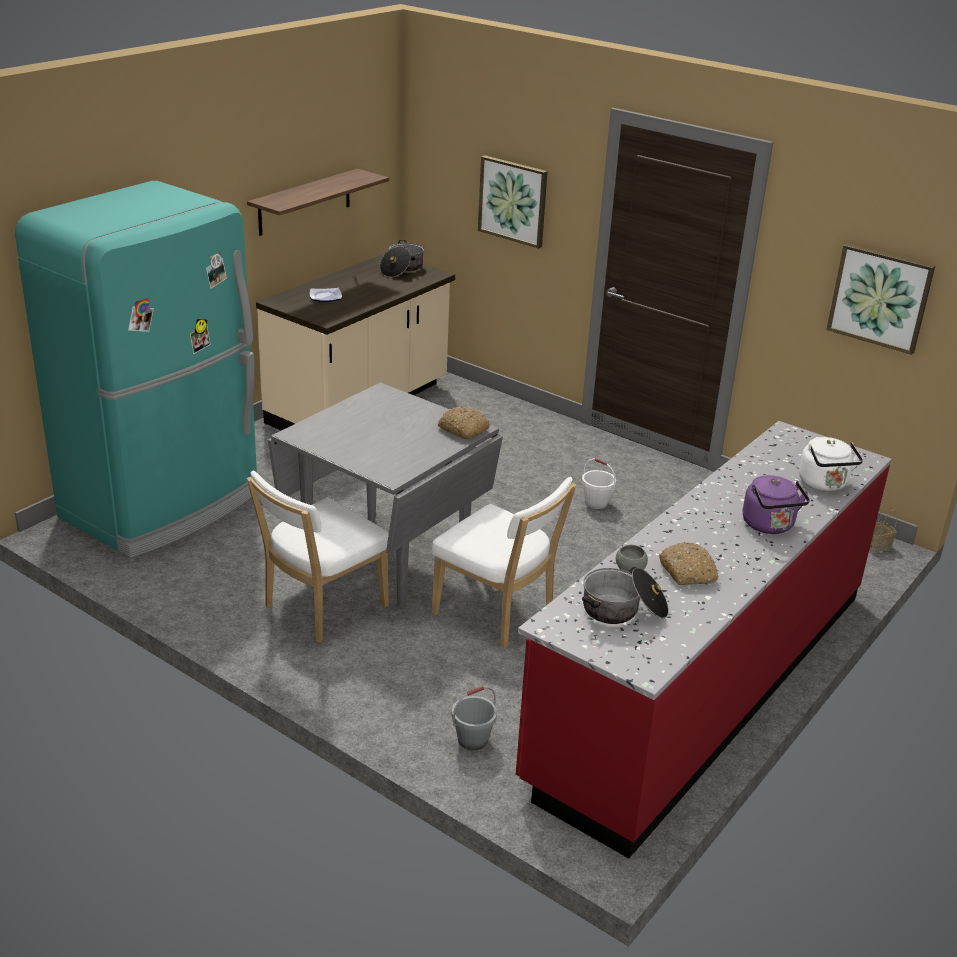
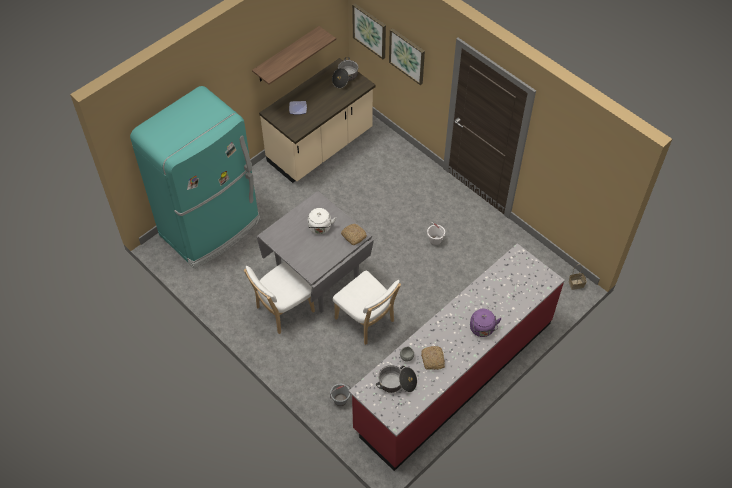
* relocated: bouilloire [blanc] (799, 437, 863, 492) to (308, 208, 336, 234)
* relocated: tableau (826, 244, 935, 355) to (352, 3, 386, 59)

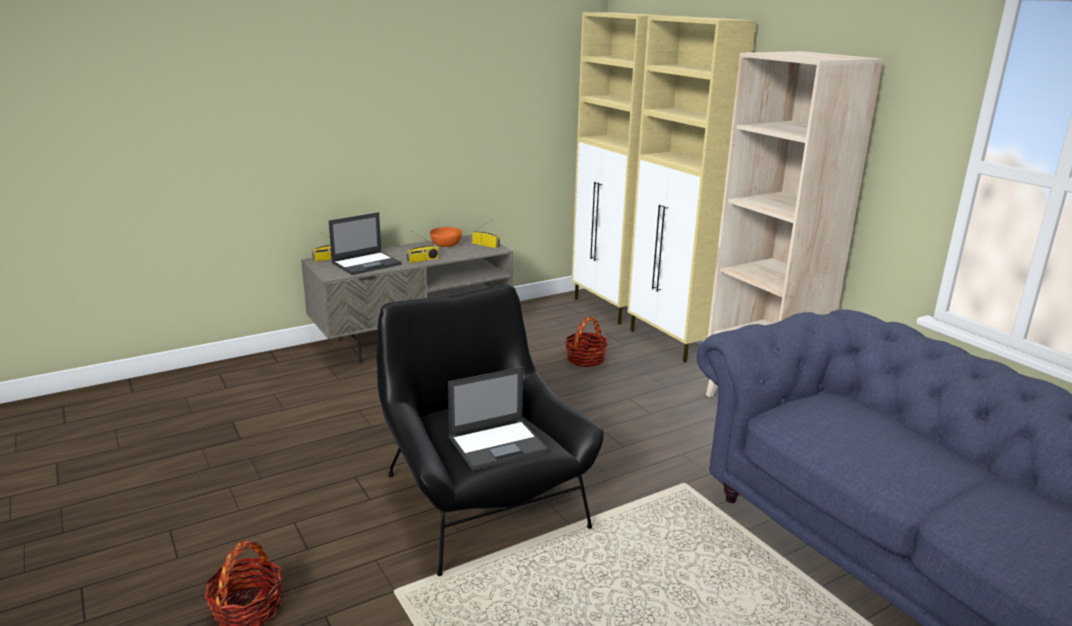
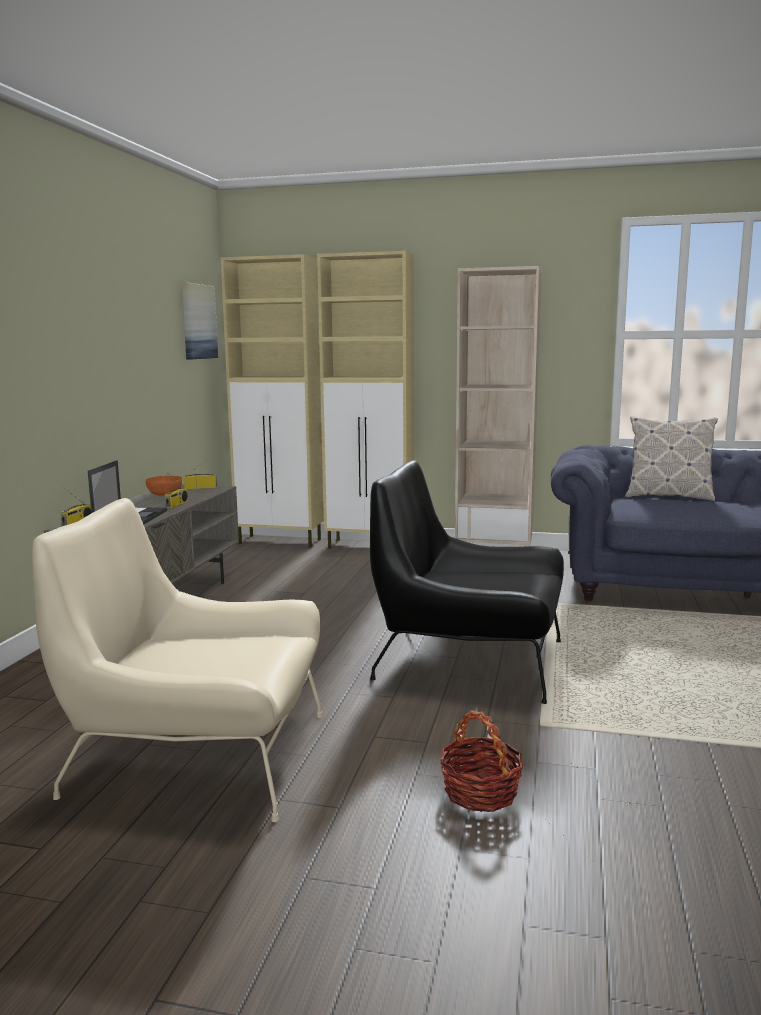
* appeared: fauteuil [beige] (32, 498, 323, 822)
* appeared: tableau (182, 282, 218, 360)
* appeared: coussin (625, 416, 718, 501)
* missing: ordinateur portable (448, 367, 549, 471)
* missing: panier (565, 317, 608, 367)

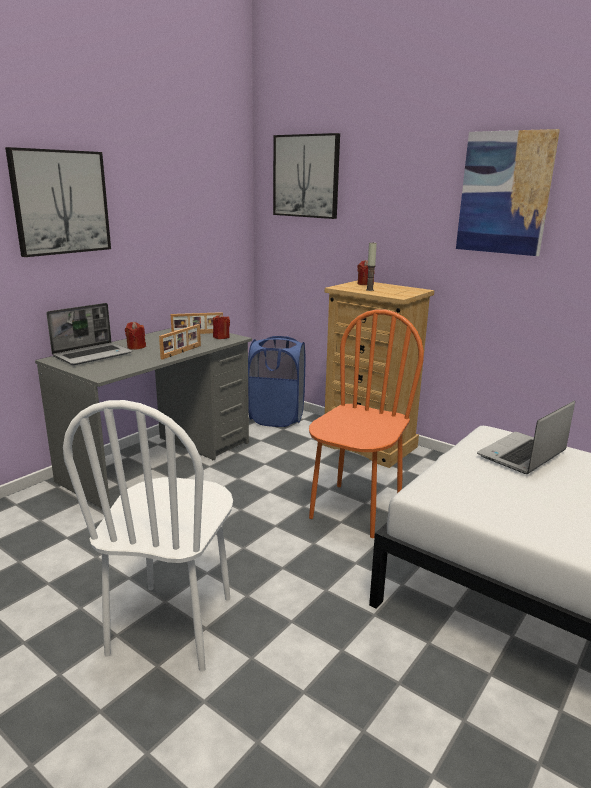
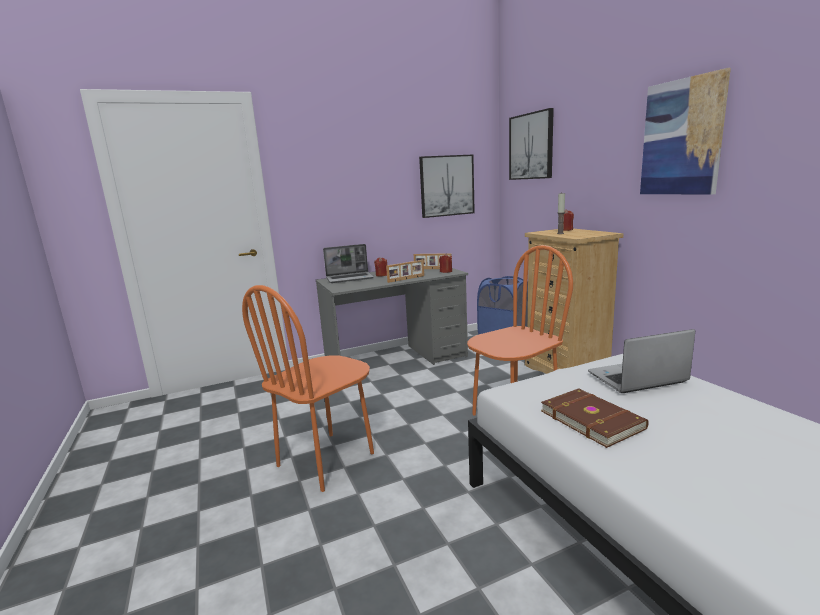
* colour: chaise [blanc] (63, 400, 233, 672) to chaise [orange] (242, 285, 374, 492)
* relocated: tableau (5, 147, 111, 257) to (419, 155, 475, 218)
* appeared: livre [marron] (541, 388, 649, 448)

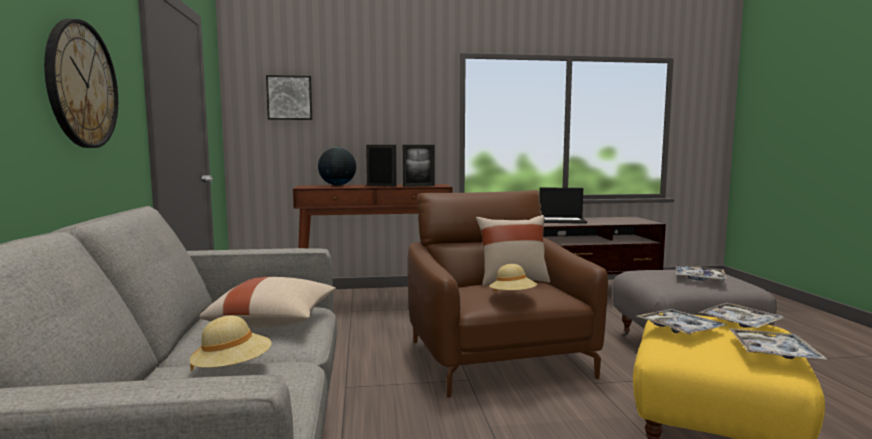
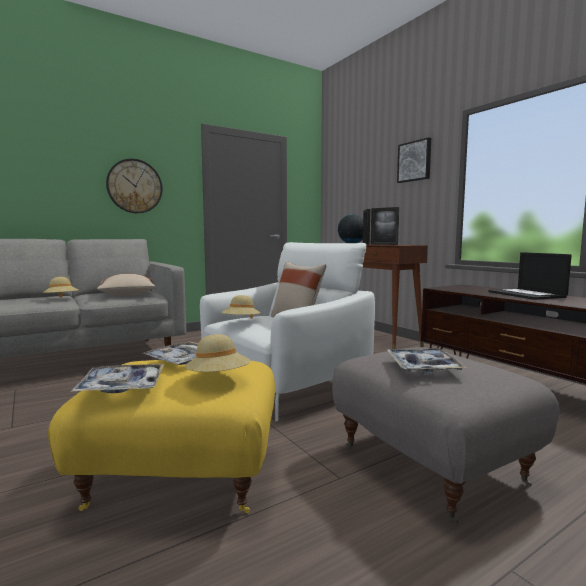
* exchanged: plateau (699, 303, 783, 328) to chapeau [beige] (185, 334, 250, 372)
* colour: fauteuil [marron] (407, 190, 608, 398) to fauteuil [blanc] (200, 242, 375, 421)
* relocated: tableau (266, 75, 312, 120) to (397, 137, 431, 183)

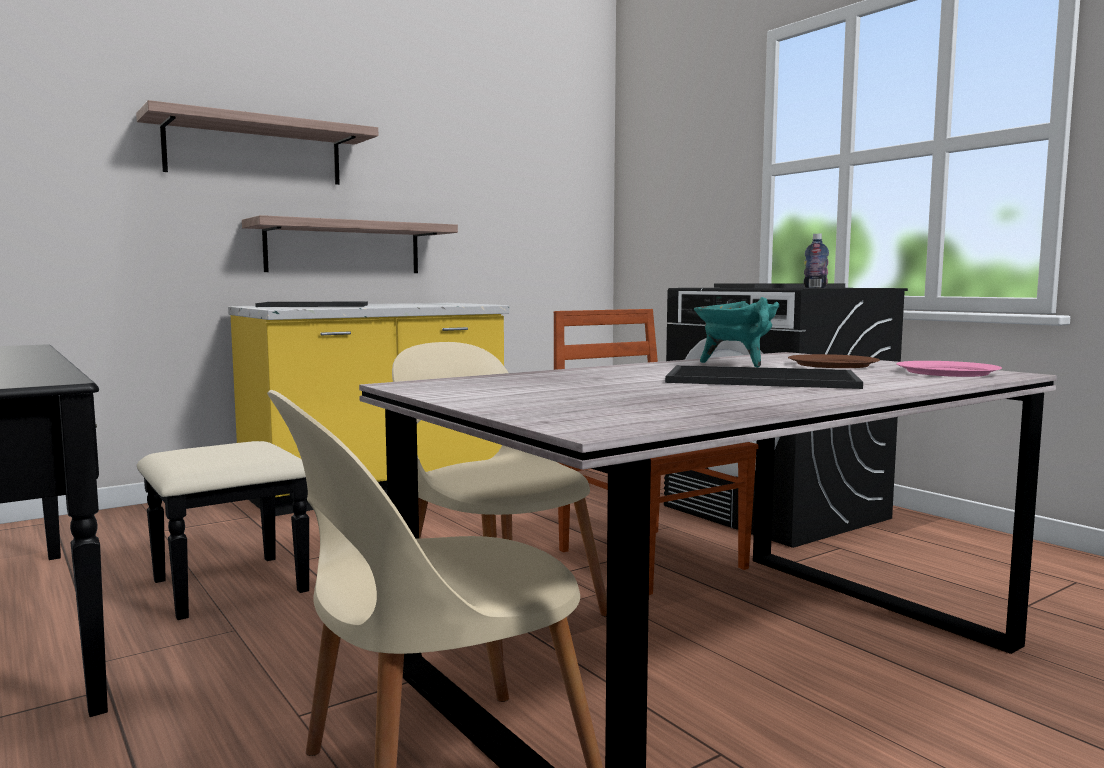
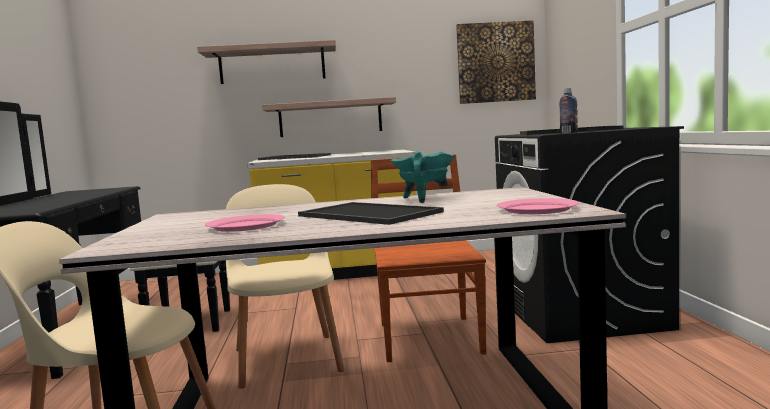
* appeared: assiette [rose] (205, 214, 285, 232)
* appeared: tableau (456, 20, 536, 104)
* missing: assiette [marron] (788, 354, 880, 368)

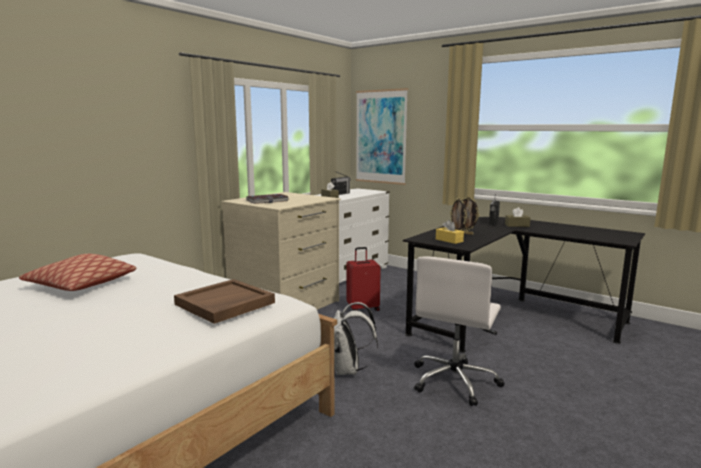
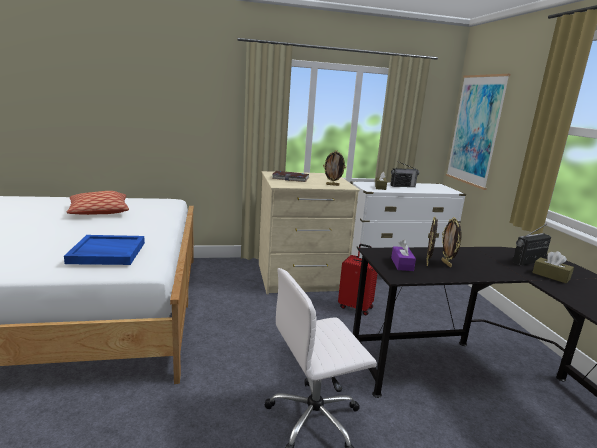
* colour: plateau [marron] (174, 279, 275, 324) to plateau [bleu] (64, 235, 145, 265)
* appeared: cadre photo (323, 151, 346, 186)
* colour: boîte à mouchoirs [jaune] (436, 220, 464, 244) to boîte à mouchoirs [violet] (391, 240, 416, 271)
* missing: sac à dos [blanc] (334, 302, 378, 375)

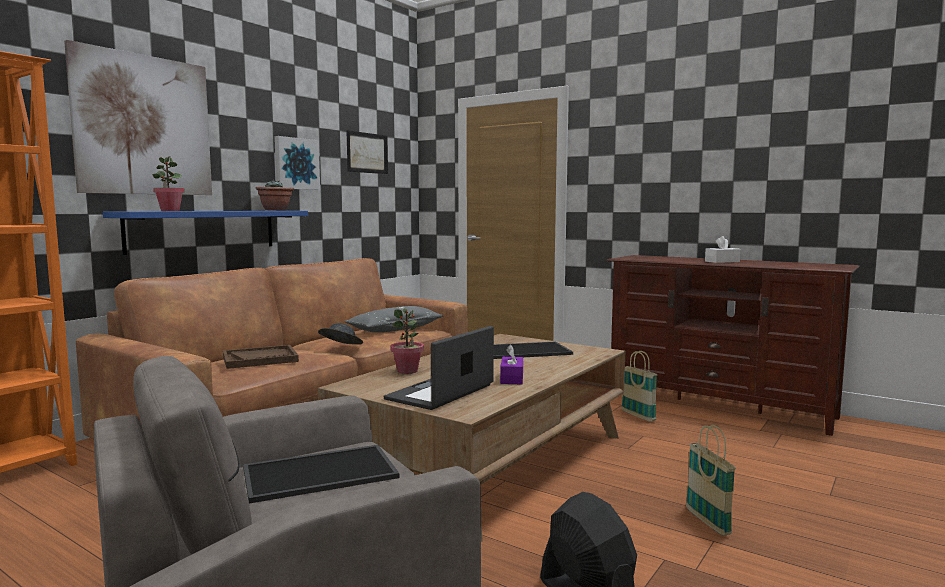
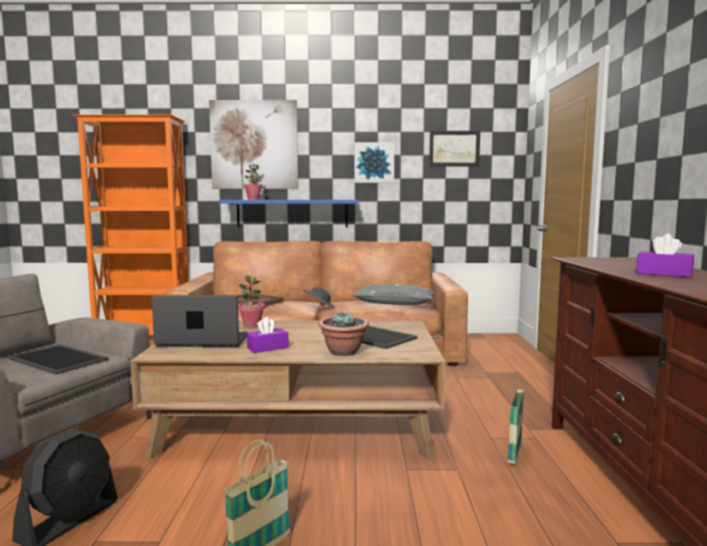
* relocated: plante en pot (256, 180, 294, 211) to (319, 312, 369, 356)
* colour: boîte à mouchoirs [blanc] (705, 236, 741, 263) to boîte à mouchoirs [violet] (636, 234, 694, 277)

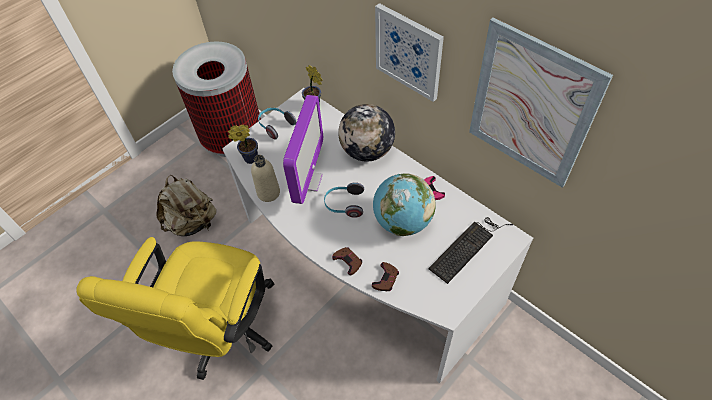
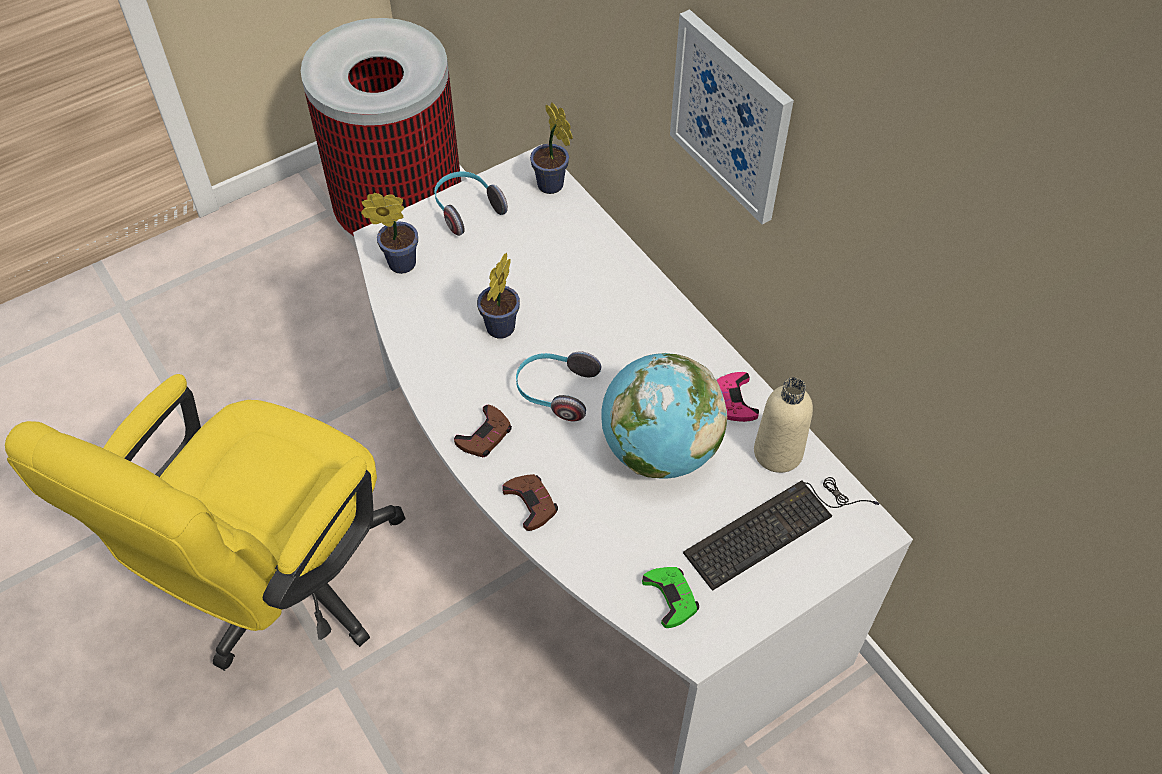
* relocated: manette [marron] (372, 262, 399, 291) to (454, 405, 512, 457)
* exchanged: écran d'ordinateur (283, 95, 323, 204) to plante en pot (477, 253, 520, 339)
* appeared: manette [vert] (642, 567, 699, 628)
* relocated: bouteille [beige] (251, 155, 280, 202) to (754, 378, 813, 473)
* missing: sac à dos [beige] (157, 175, 216, 236)
* missing: globe (338, 104, 395, 161)
* missing: tableau (469, 17, 613, 188)

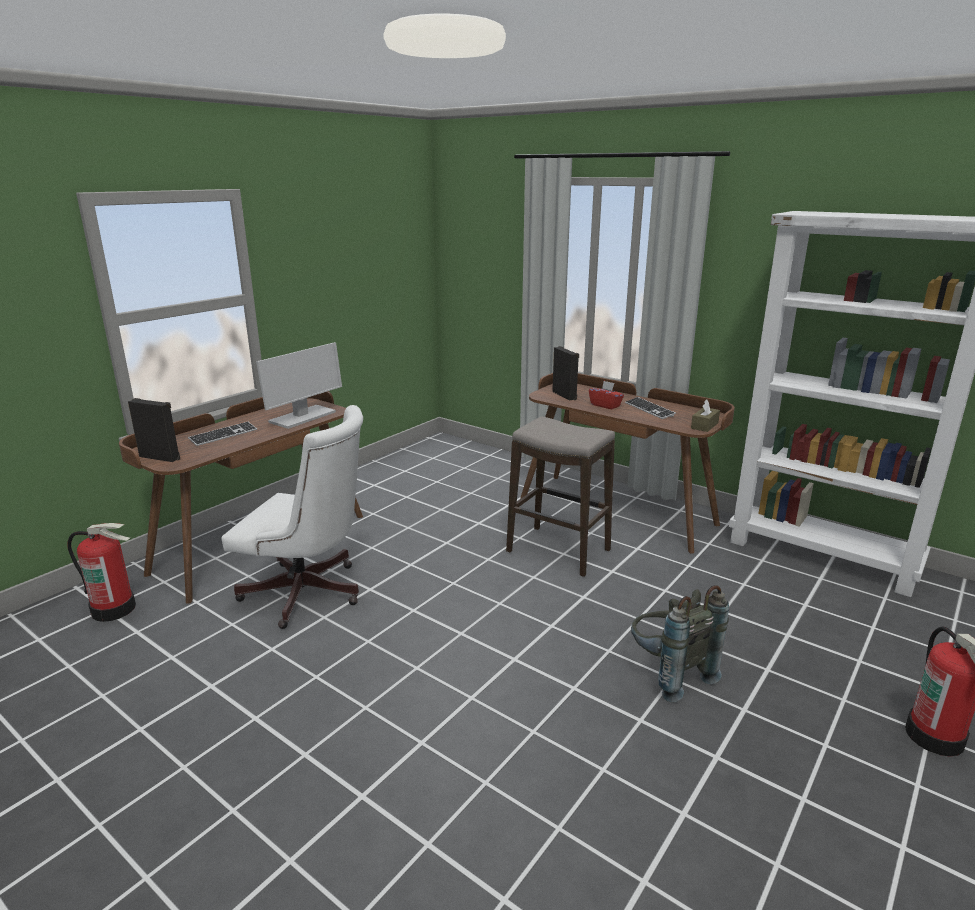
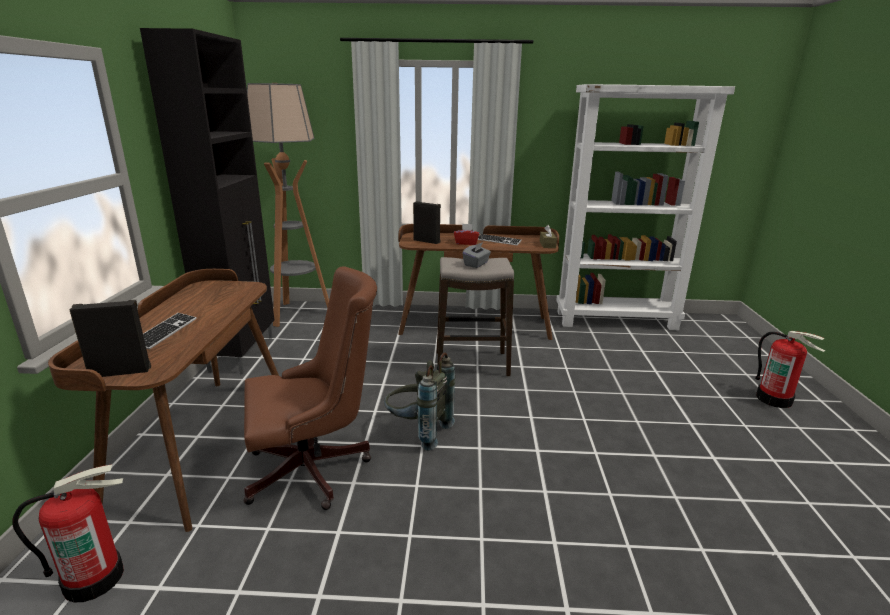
* appeared: meuble de rangement [noir] (140, 28, 274, 374)
* colour: chaise de bureau [blanc] (221, 405, 363, 629) to chaise de bureau [marron] (243, 266, 377, 510)
* appeared: lampadaire (247, 83, 329, 327)
* relocated: sac à dos [gris] (631, 585, 729, 703) to (384, 352, 455, 451)
* appeared: boîte à mouchoirs [gris] (463, 242, 491, 268)
* missing: écran d'ordinateur (256, 342, 342, 429)

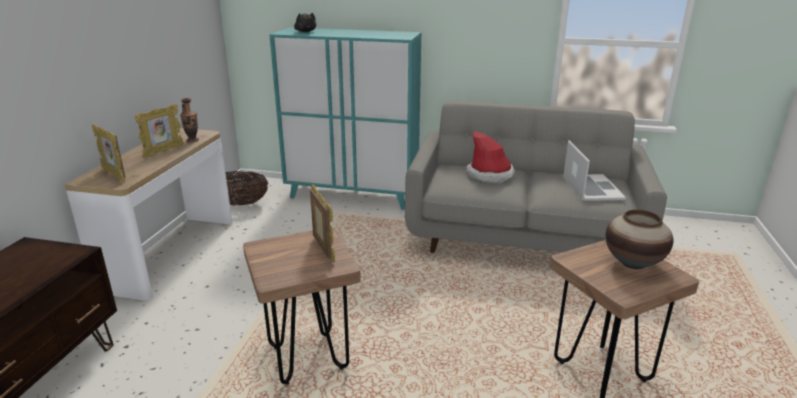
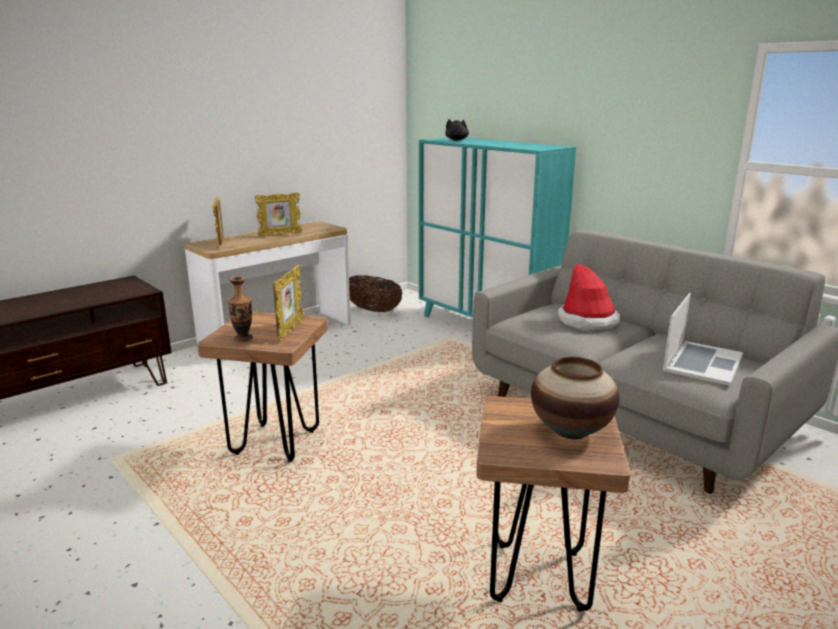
* relocated: vase (180, 98, 199, 143) to (228, 277, 253, 342)

